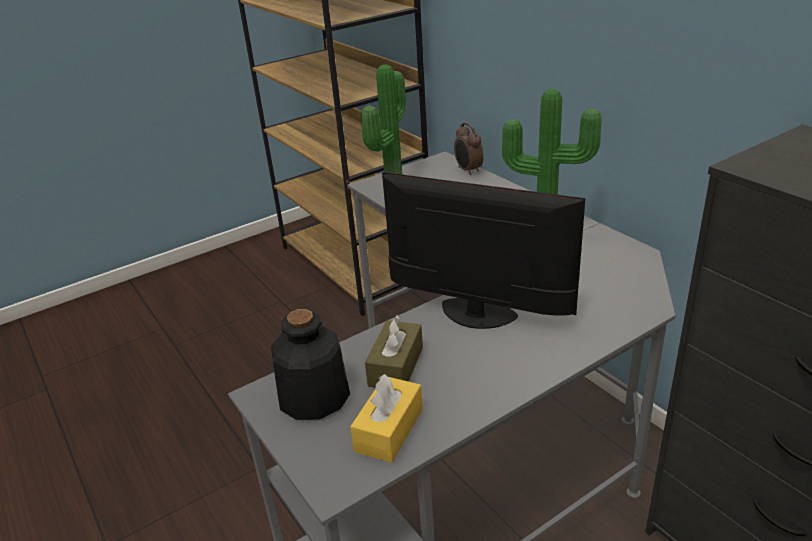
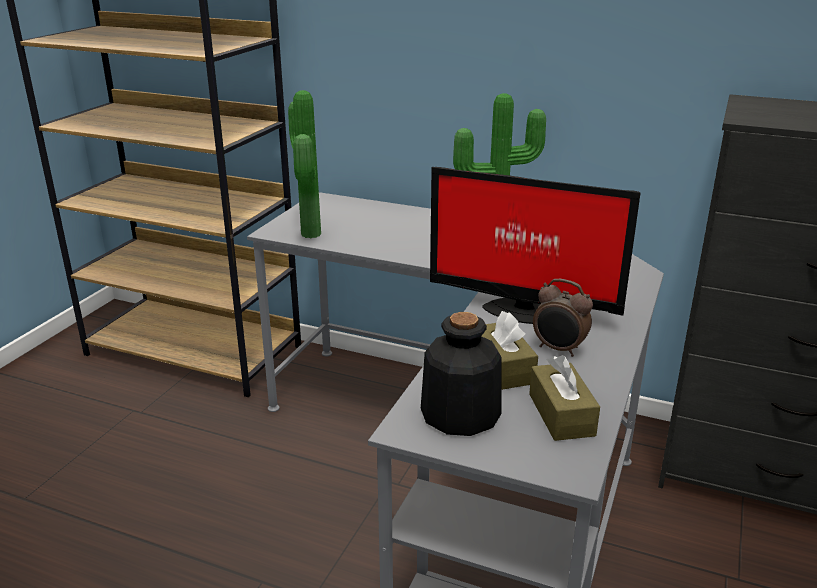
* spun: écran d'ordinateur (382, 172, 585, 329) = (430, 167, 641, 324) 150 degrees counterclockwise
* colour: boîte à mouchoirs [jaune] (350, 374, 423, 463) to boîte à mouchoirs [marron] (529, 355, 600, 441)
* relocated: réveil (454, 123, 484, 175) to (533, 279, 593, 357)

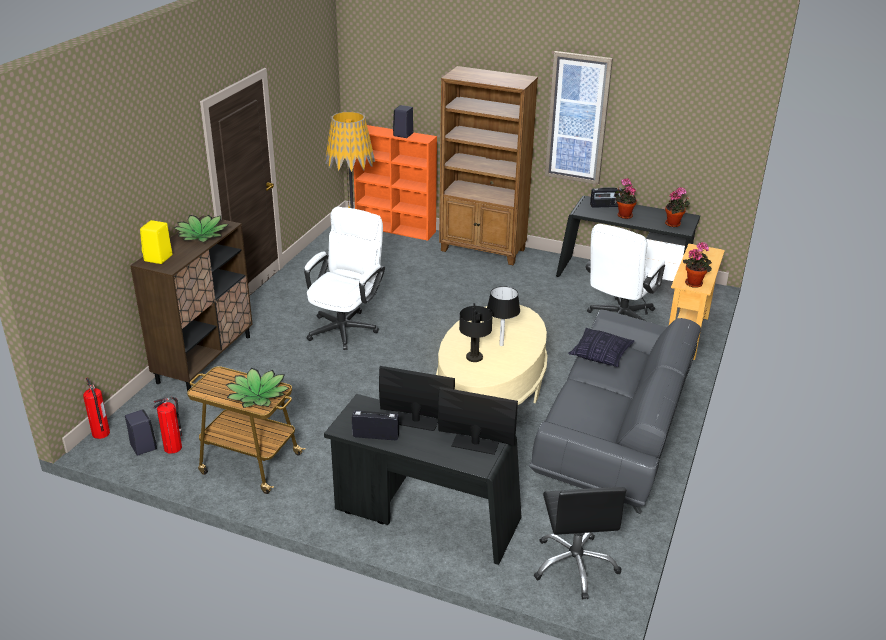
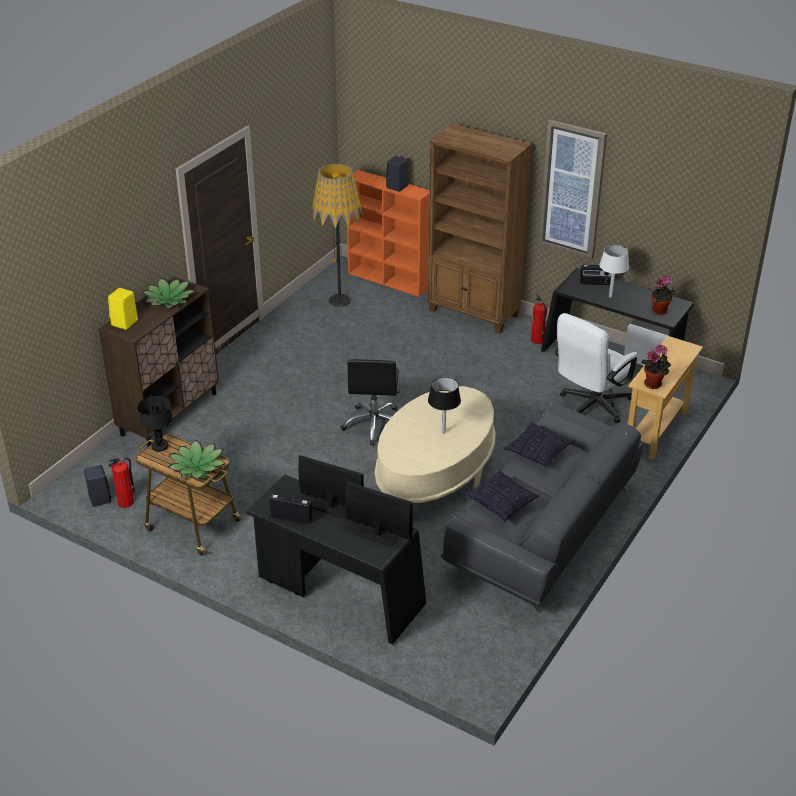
* relocated: lampe de table [noir] (459, 303, 493, 362) to (137, 395, 173, 452)
* relocated: chaise de bureau [noir] (534, 487, 626, 600) to (341, 359, 400, 445)
* appeared: coussin (464, 470, 539, 522)
* relocated: extincteur (83, 378, 110, 439) to (531, 294, 548, 344)
* exchanged: plante en pot (615, 178, 637, 219) to lampe de table [blanc] (599, 245, 629, 298)
* missing: chaise de bureau [blanc] (304, 207, 385, 350)

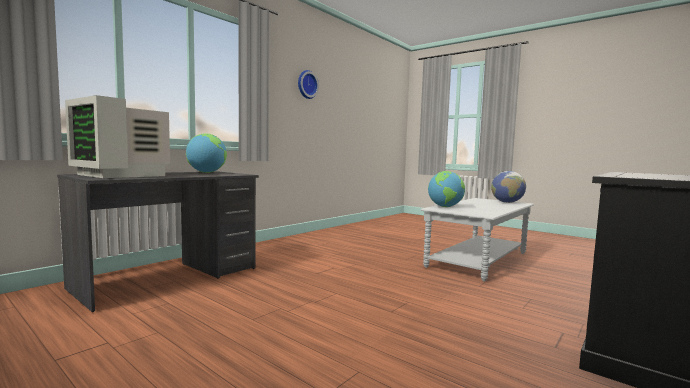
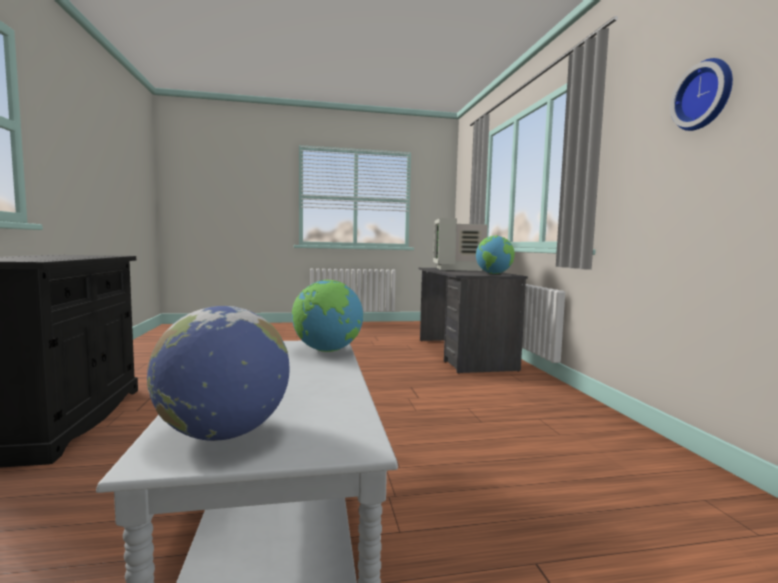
* spun: écran d'ordinateur (65, 95, 170, 178) = (433, 218, 488, 271) 75 degrees counterclockwise

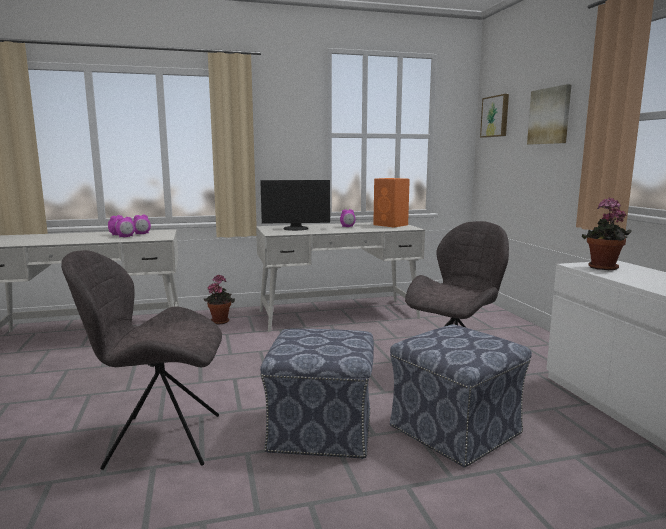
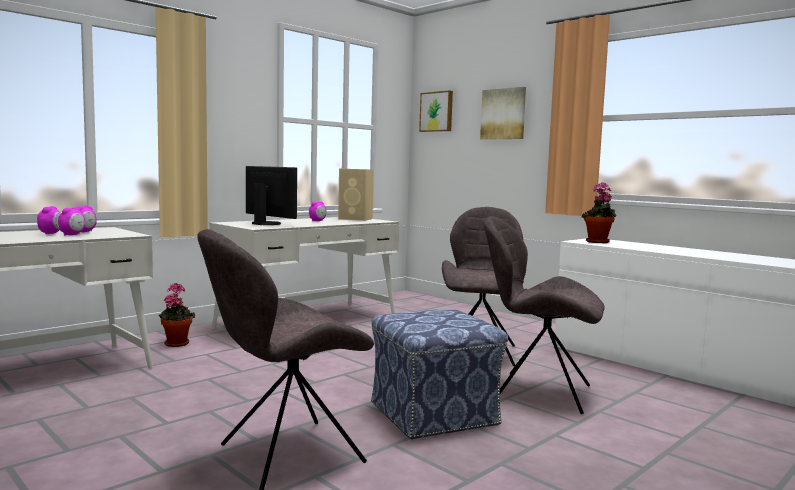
* spun: écran d'ordinateur (260, 180, 330, 231) = (246, 166, 297, 225) 105 degrees counterclockwise
* colour: enceinte [orange] (373, 178, 410, 227) to enceinte [beige] (338, 169, 374, 221)
* exchanged: pouf (390, 324, 532, 468) to chaise [gris] (483, 216, 605, 414)

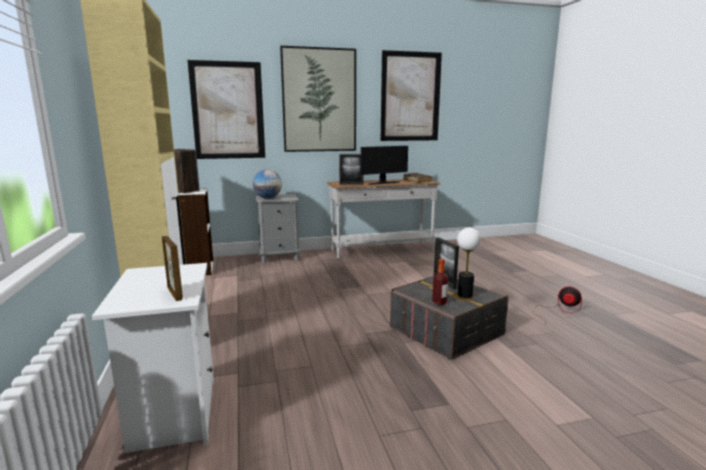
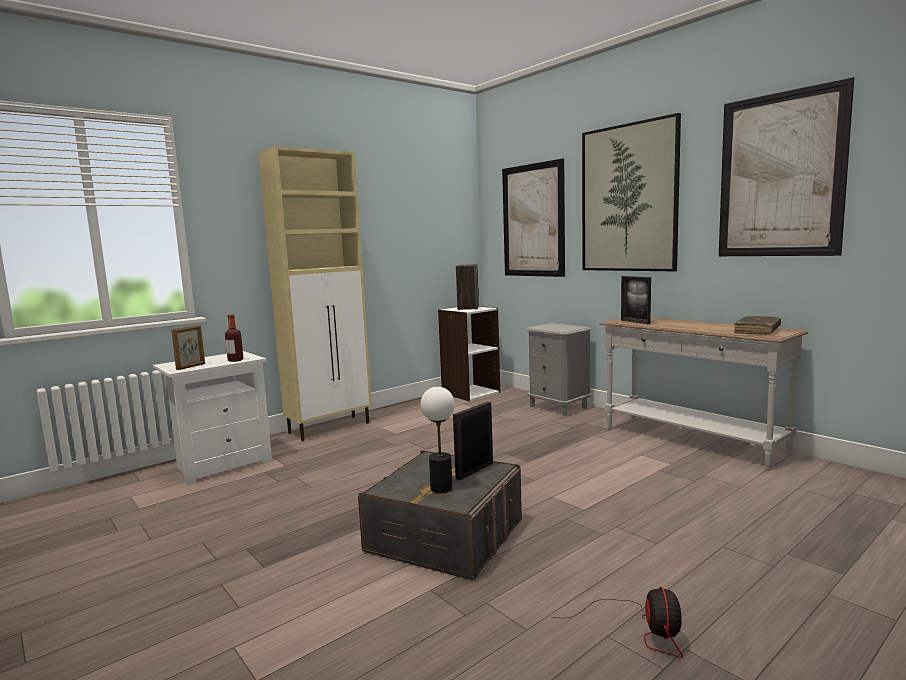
* relocated: bouteille (432, 259, 448, 305) to (225, 314, 244, 362)
* missing: globe (253, 170, 282, 198)
* missing: écran d'ordinateur (360, 146, 408, 185)

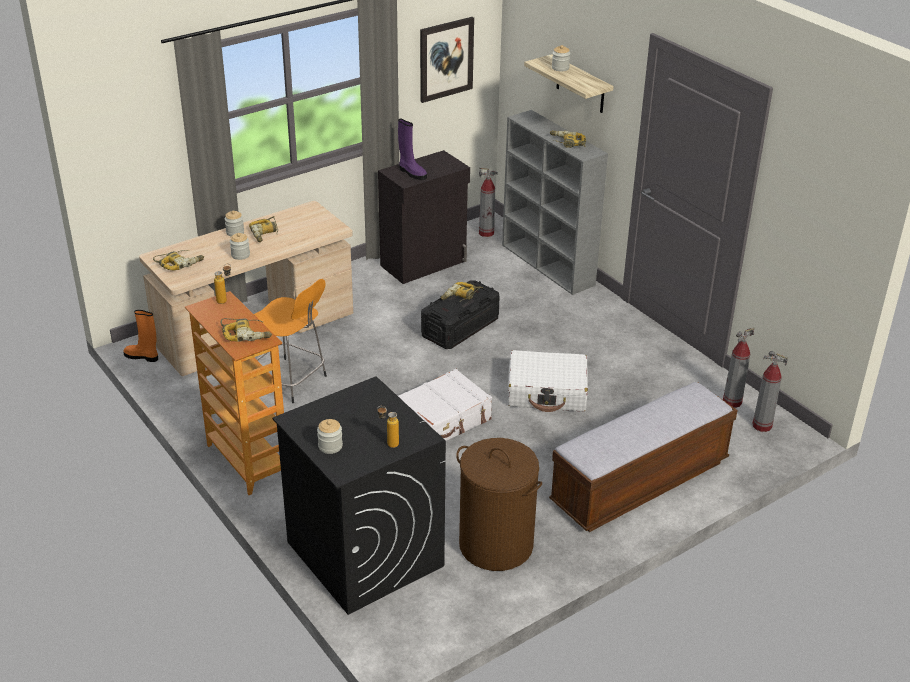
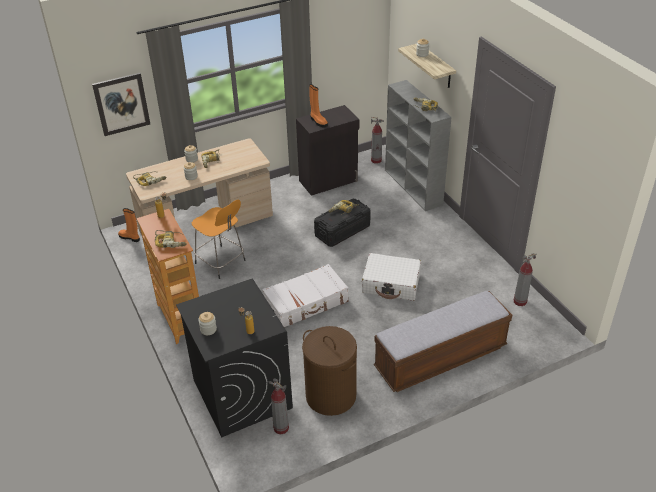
* relocated: tableau (420, 17, 474, 103) to (92, 73, 150, 136)
* relocated: extincteur (752, 351, 788, 432) to (268, 378, 289, 434)
* colour: botte [violet] (398, 119, 427, 180) to botte [orange] (309, 84, 328, 128)

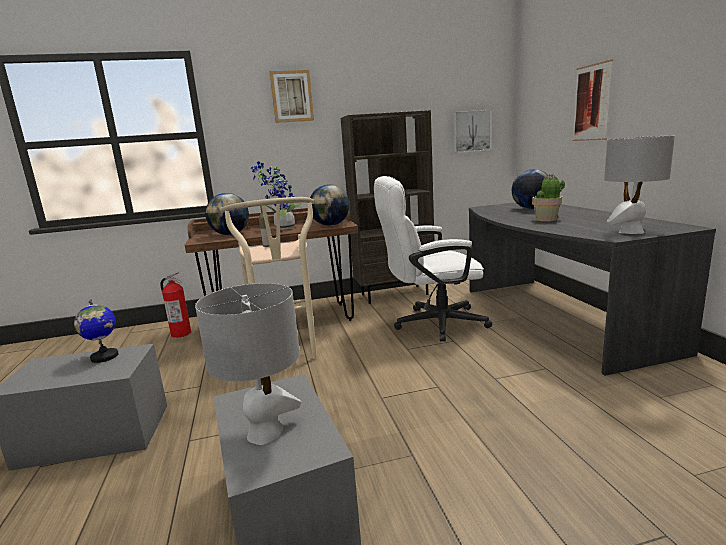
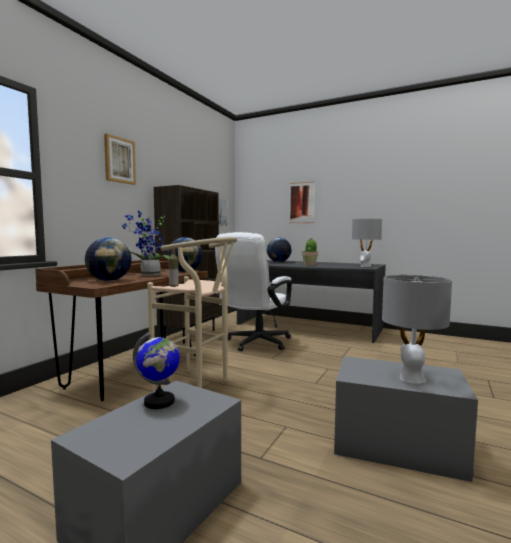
* missing: extincteur (160, 272, 191, 338)

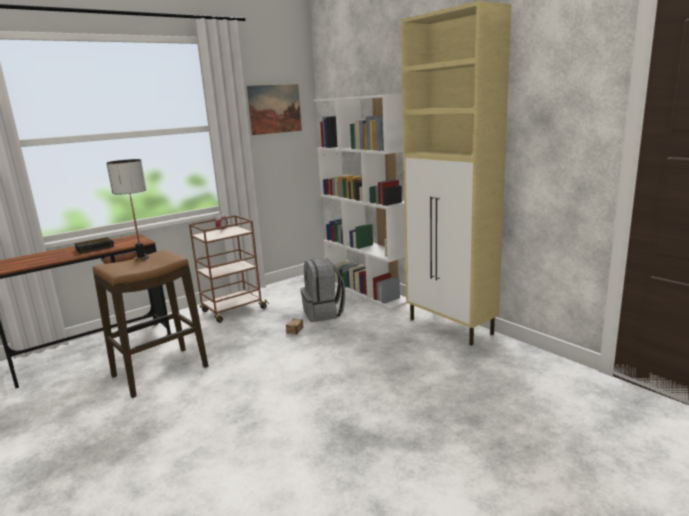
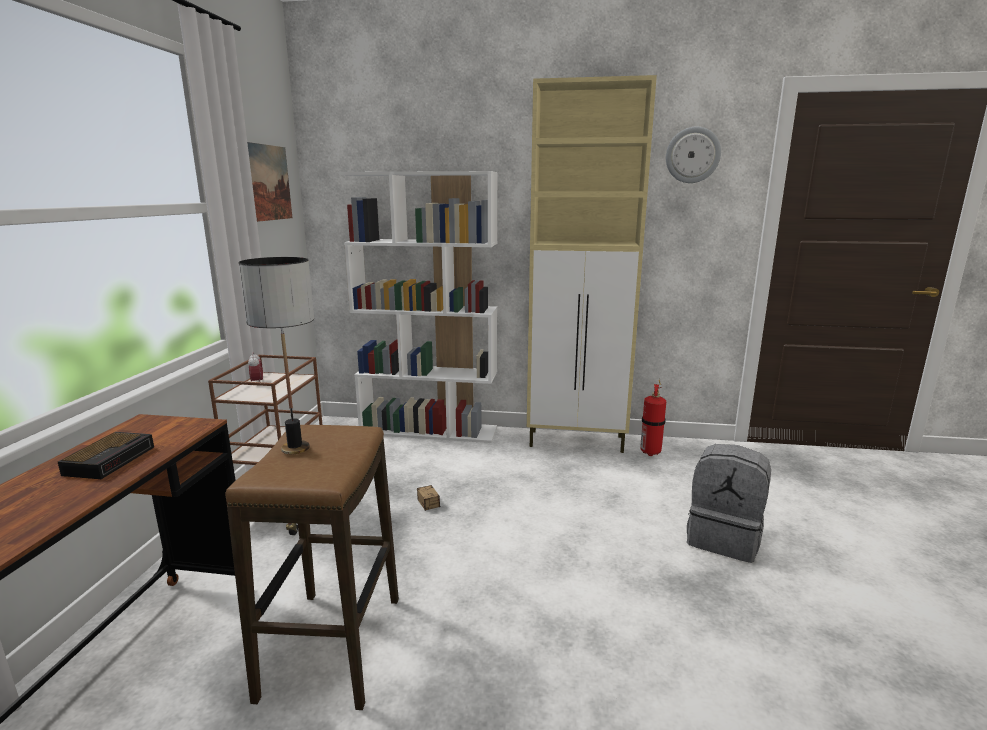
* appeared: extincteur (640, 380, 666, 456)
* appeared: horloge murale (666, 127, 721, 183)
* relocated: sac à dos [gris] (300, 258, 346, 322) to (687, 444, 771, 563)

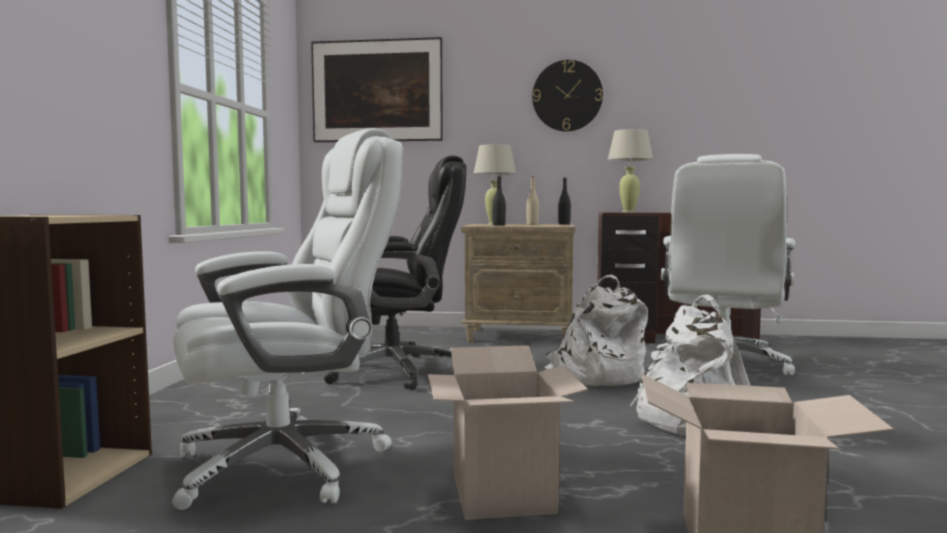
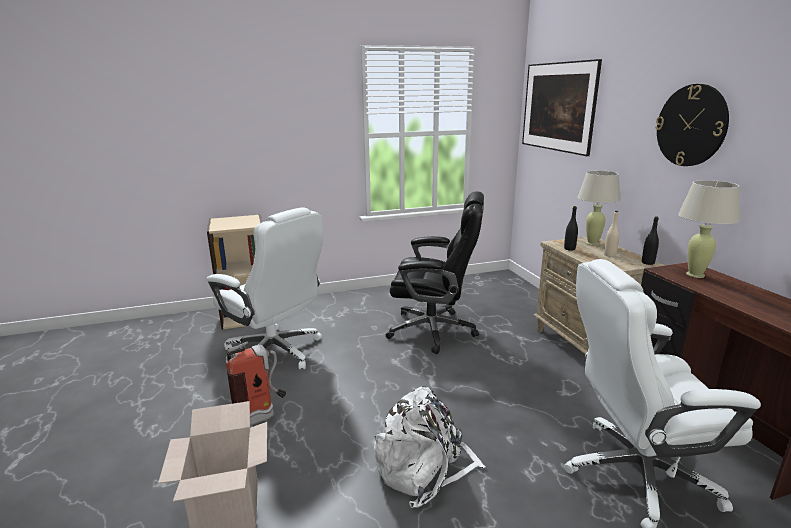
* exchanged: carton (428, 345, 588, 520) to extincteur (226, 342, 286, 426)
* spun: chaise de bureau [noir] (324, 155, 467, 390) = (385, 191, 484, 354) 45 degrees counterclockwise
* missing: sac à dos [blanc] (544, 275, 648, 386)

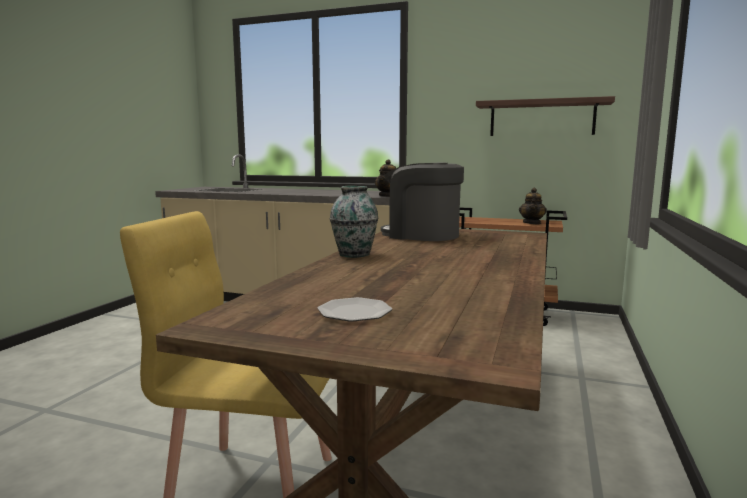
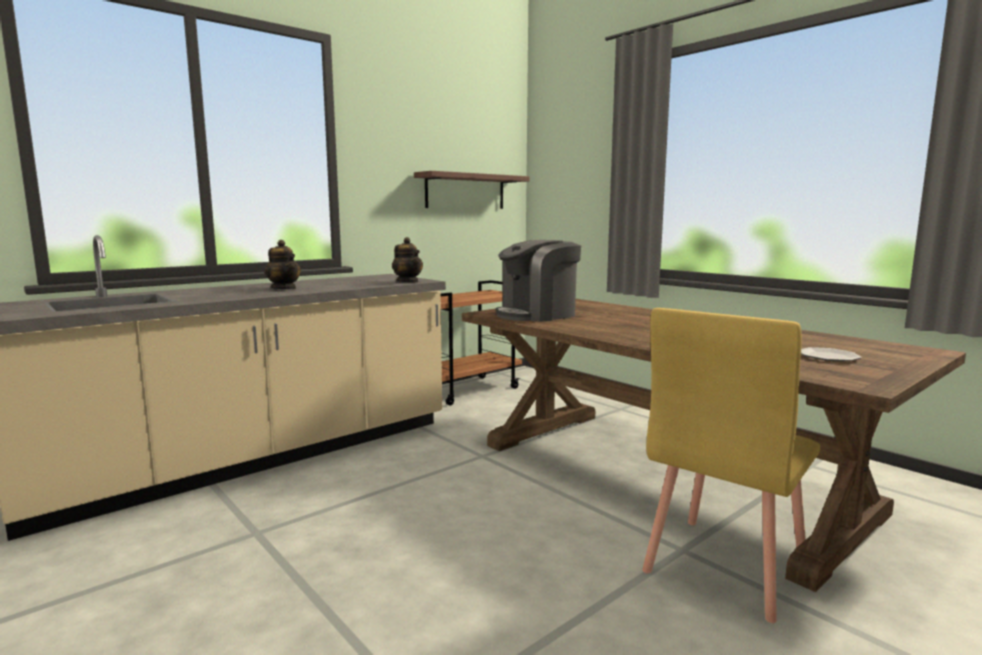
* relocated: théière (519, 188, 547, 224) to (264, 240, 301, 289)
* missing: vase (330, 186, 378, 258)

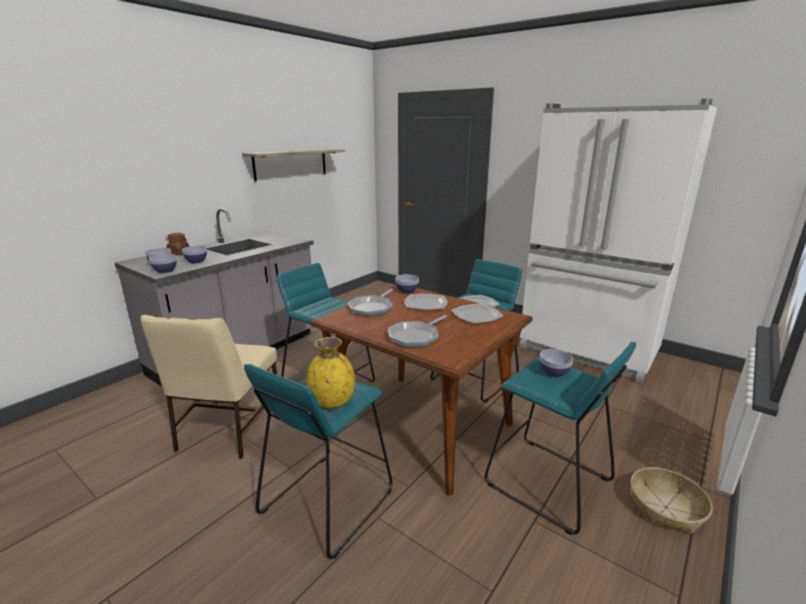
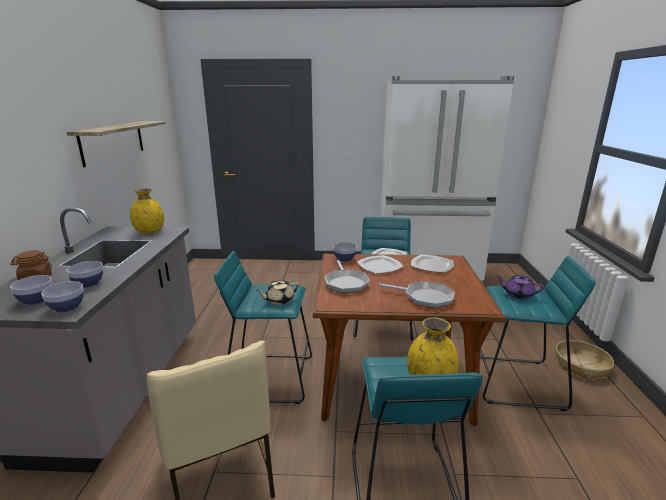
* appeared: vase [jaune] (130, 188, 164, 234)
* appeared: théière [beige] (256, 280, 299, 305)
* spun: poêle (388, 315, 447, 348) = (379, 281, 455, 308) 75 degrees counterclockwise
* exchanged: bol (540, 349, 573, 378) to théière [violet] (497, 275, 544, 299)

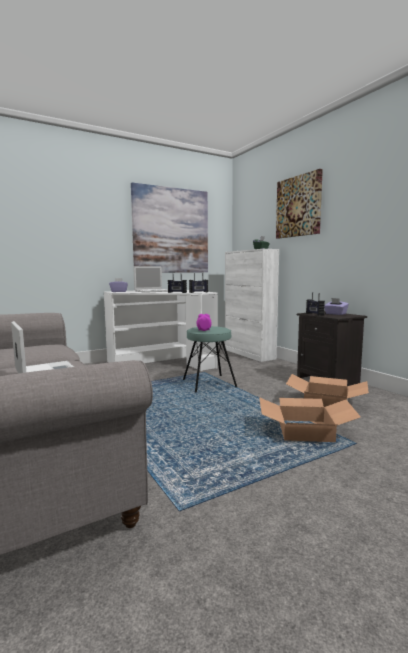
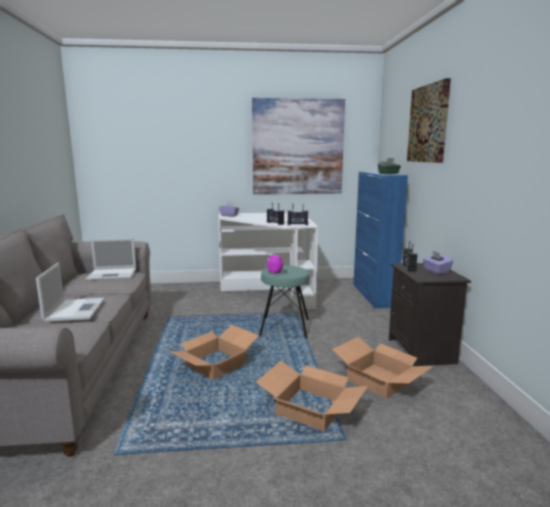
* relocated: ordinateur portable (133, 266, 168, 293) to (86, 238, 136, 281)
* appeared: carton (169, 325, 259, 380)
* colour: meuble de rangement [blanc] (225, 249, 279, 362) to meuble de rangement [bleu] (353, 172, 408, 308)

